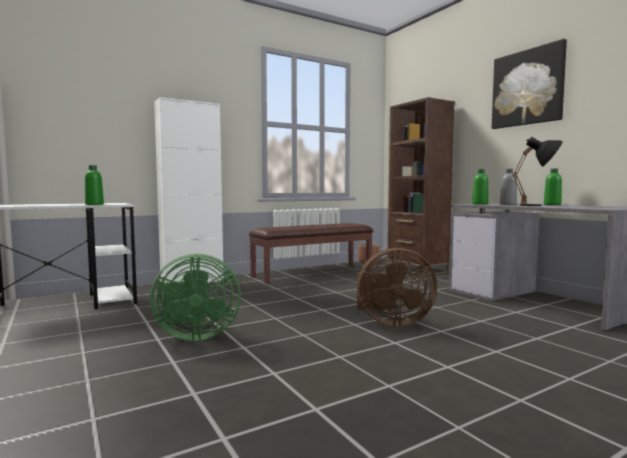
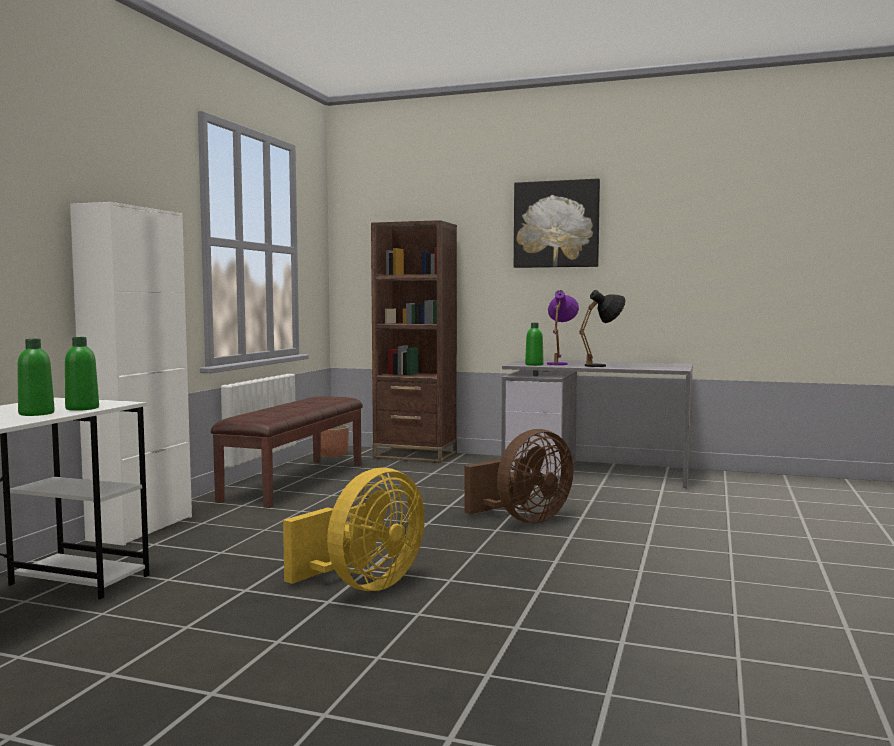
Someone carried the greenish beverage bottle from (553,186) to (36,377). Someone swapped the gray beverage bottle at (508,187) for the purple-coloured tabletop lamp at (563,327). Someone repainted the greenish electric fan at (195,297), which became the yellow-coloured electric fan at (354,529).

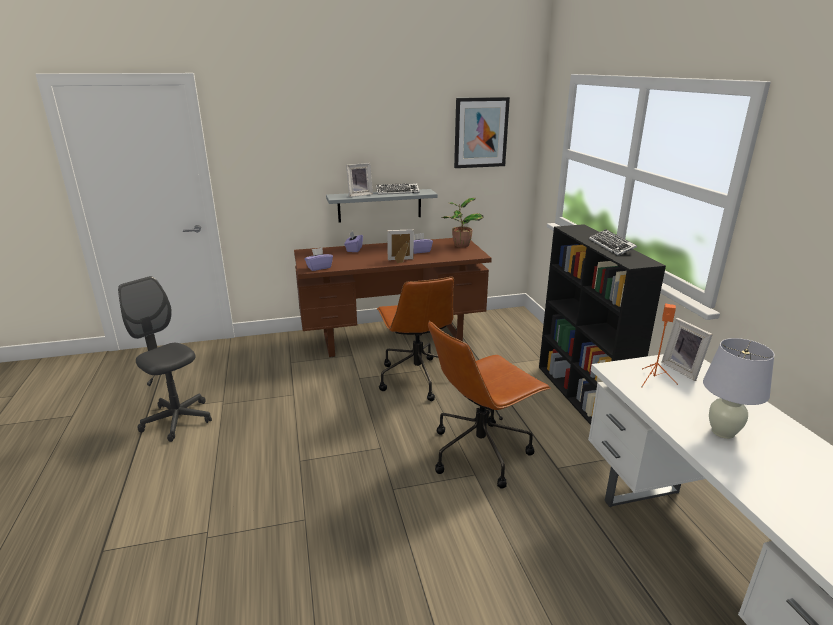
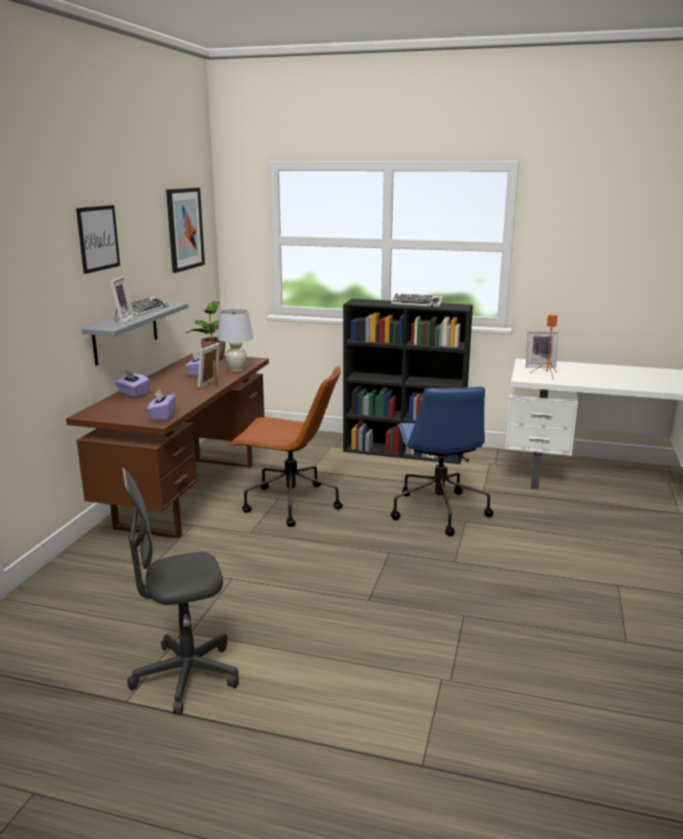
Someone put up the wall picture at (98,239). Someone carried the whitish tabletop lamp from (739,388) to (235,340). Someone repainted the brownish computer chair at (489,405), which became the blue-coloured computer chair at (442,461).

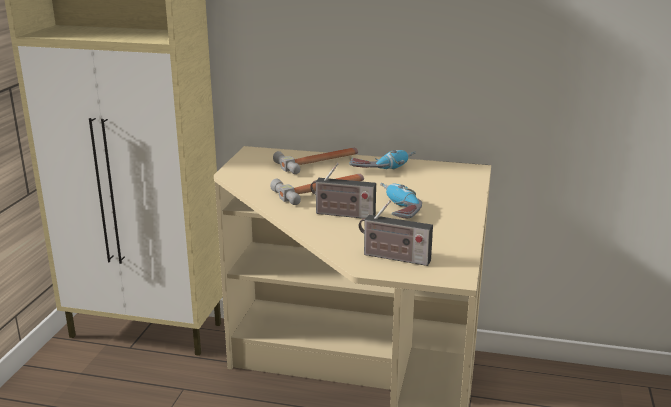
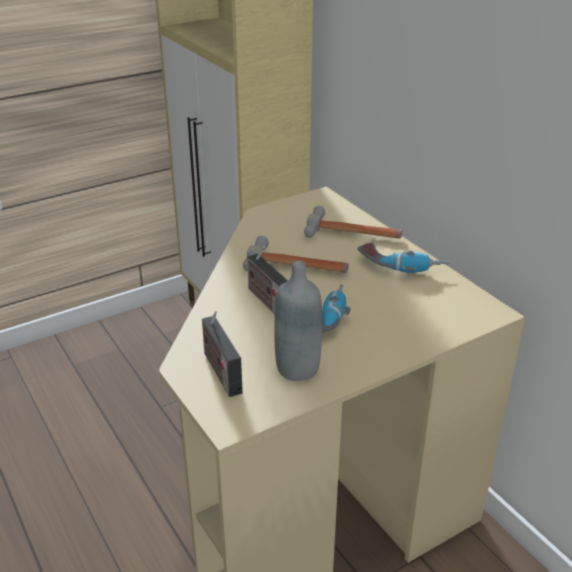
Someone put down the gray beverage bottle at (298,320).

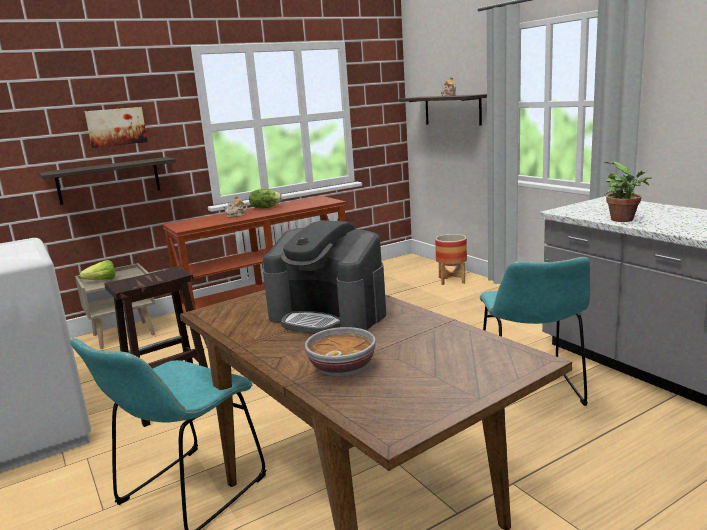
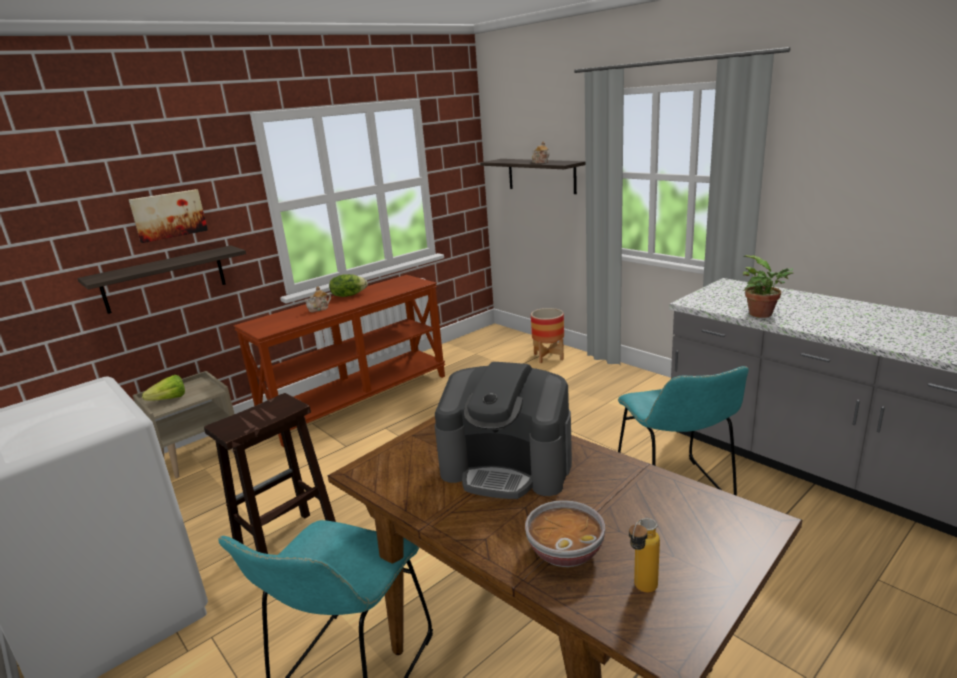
Someone put down the beverage bottle at (644,555).

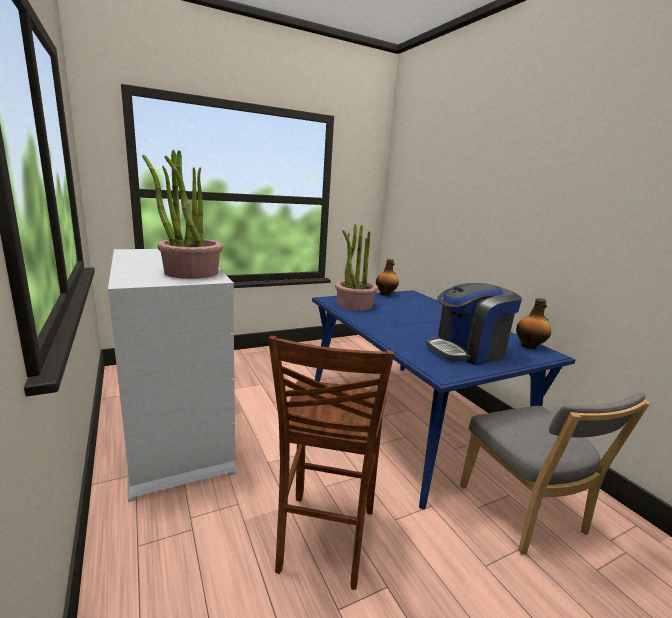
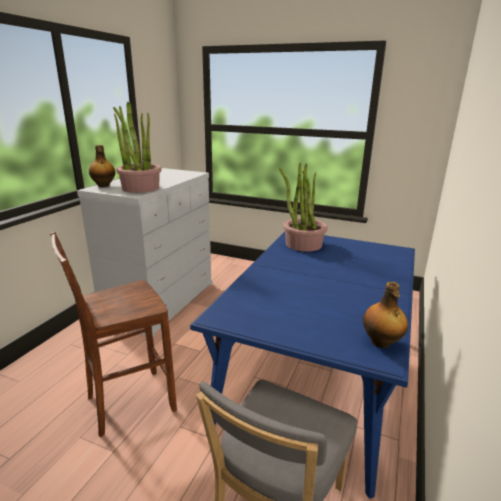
Someone took away the coffee maker at (474,324). Someone carried the beverage bottle from (387,277) to (102,166).

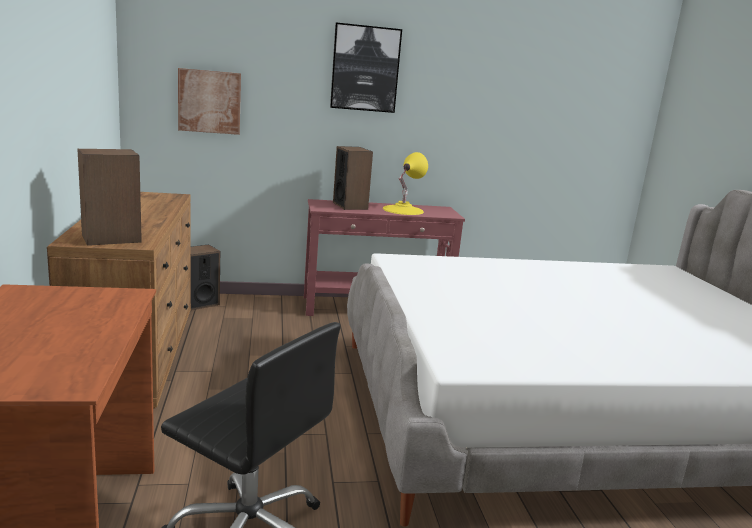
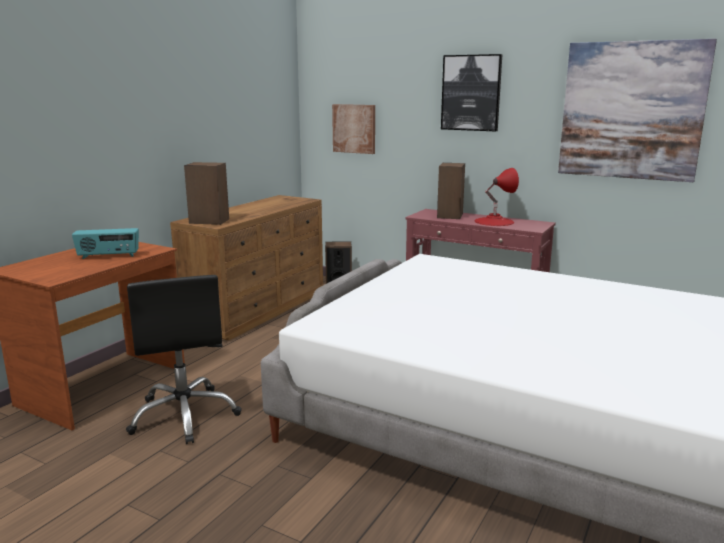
Someone put down the radio set at (105,243). Someone put up the wall picture at (637,110). Someone repainted the yellow-coloured tabletop lamp at (405,183), which became the reddish tabletop lamp at (497,197).

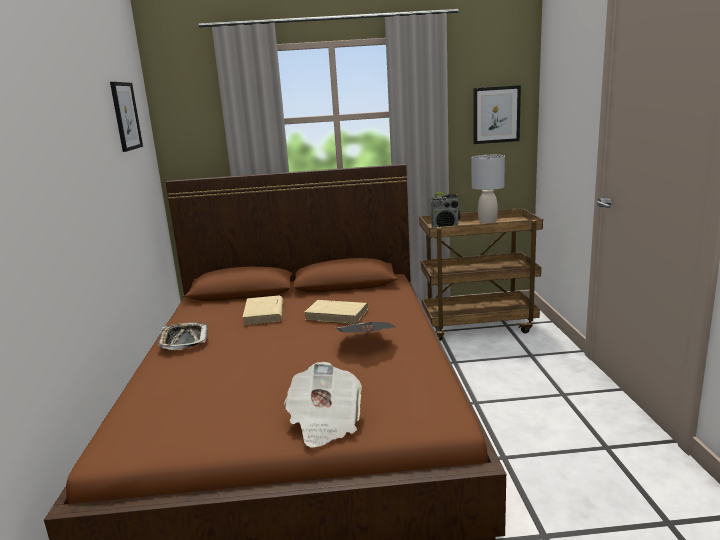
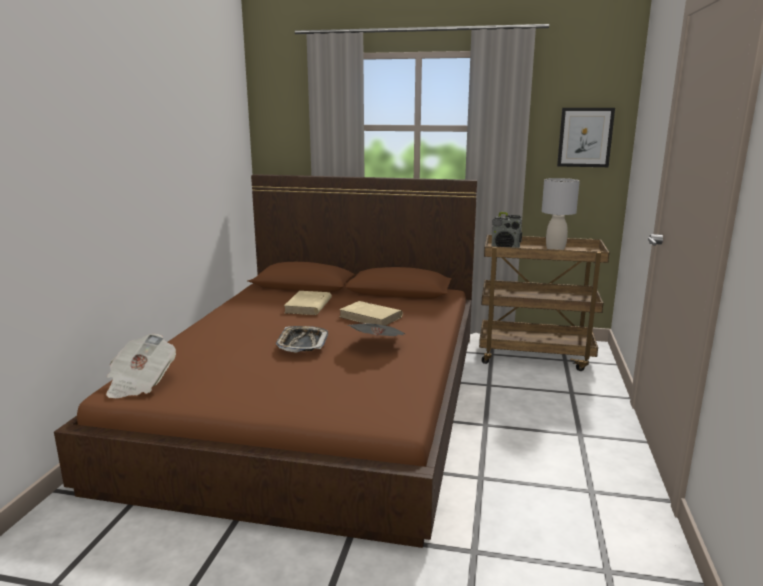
Someone took away the wall picture at (126,117). Someone carried the tray from (183,336) to (302,339). Someone carried the newspaper from (323,405) to (141,366).

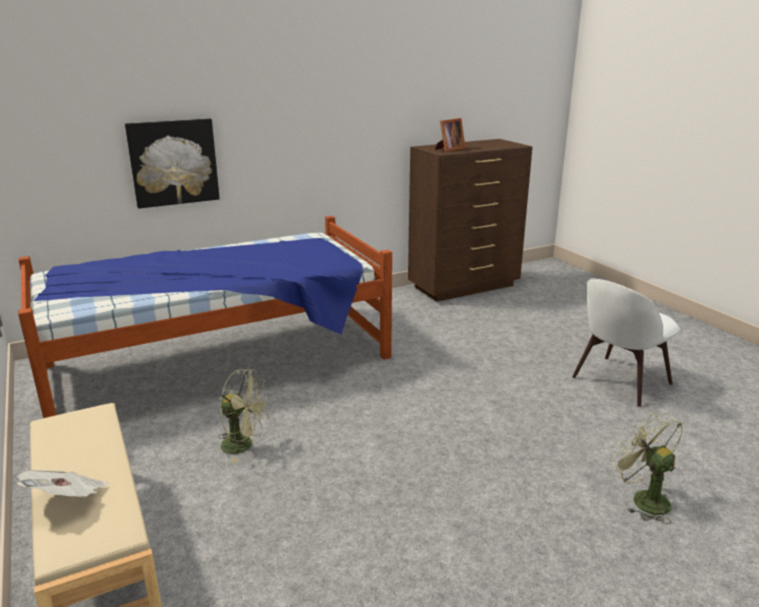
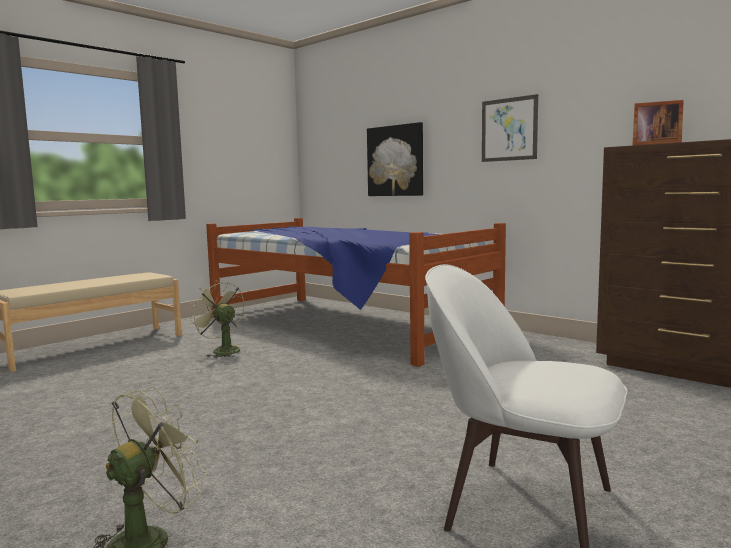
Someone took away the newspaper at (63,483). Someone put up the wall picture at (510,128). Someone rotated the greenish electric fan at (244,416) by 135 degrees clockwise.

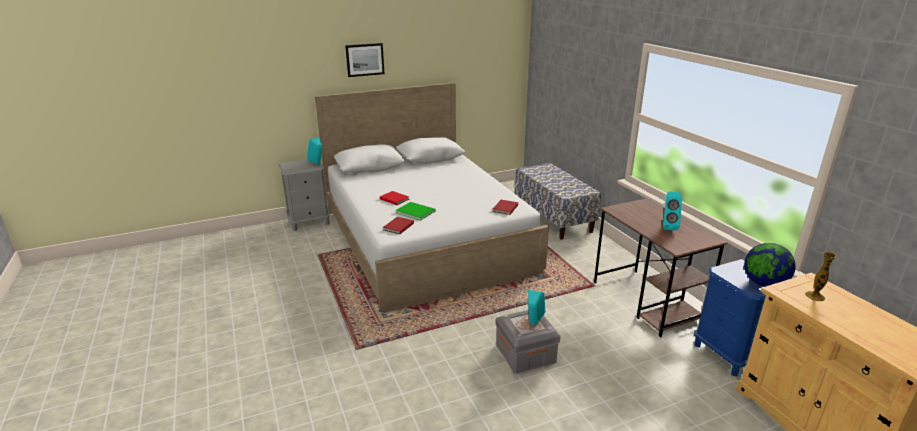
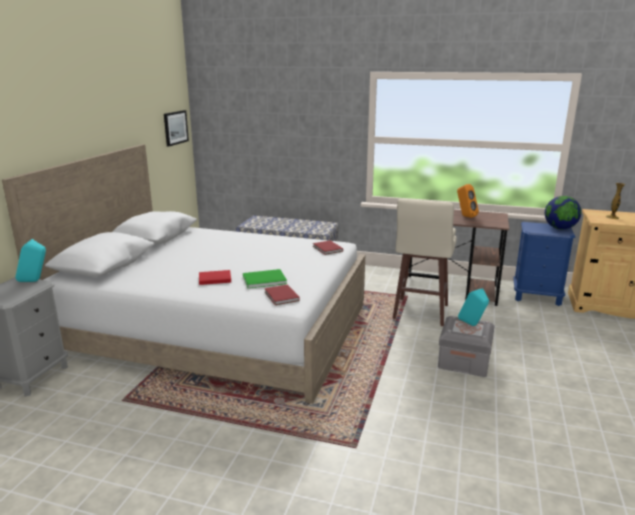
Someone put down the beige stool at (424,262). Someone carried the wall picture from (364,60) to (176,128). Someone repainted the turquoise speaker at (672,211), which became the orange-coloured speaker at (468,201).

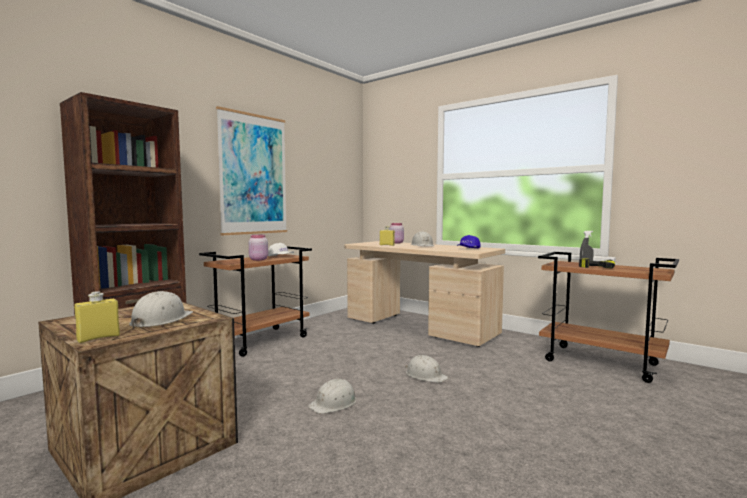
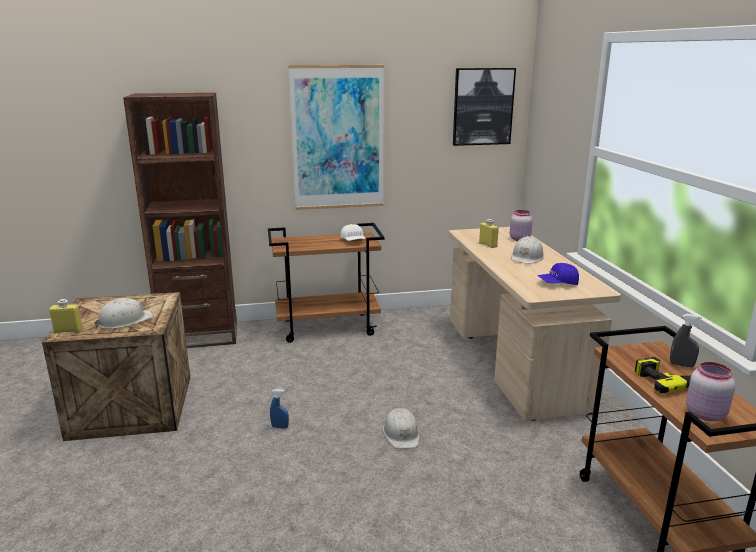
Someone put up the wall picture at (484,107). Someone carried the pinkish jar from (258,248) to (710,391). Someone swapped the whitish hard hat at (332,396) for the blue-coloured hand sprayer at (279,409).

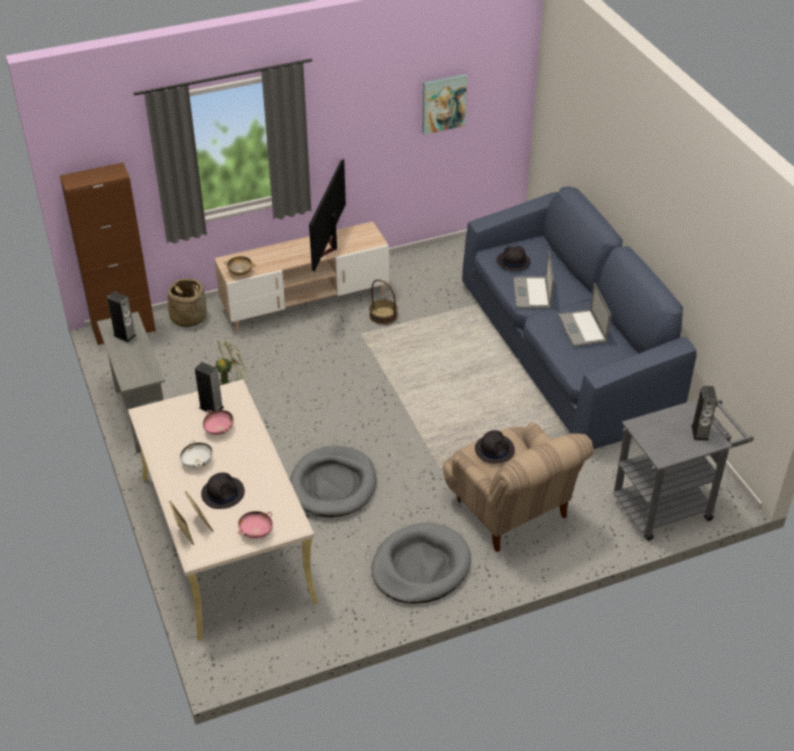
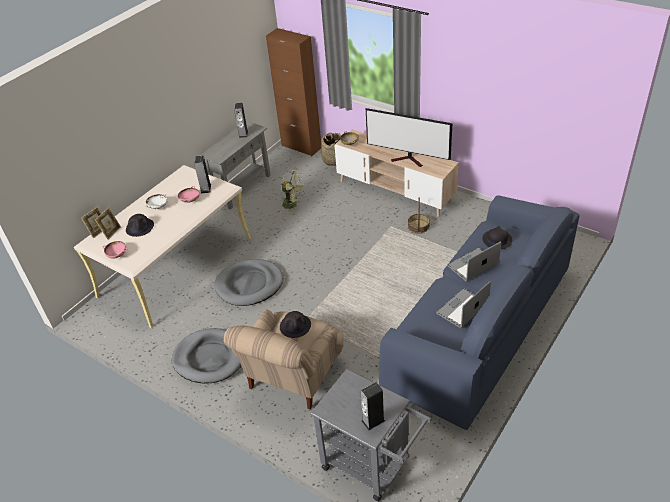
Someone took away the wall picture at (444,104). Someone rotated the television at (327,215) by 135 degrees counterclockwise.

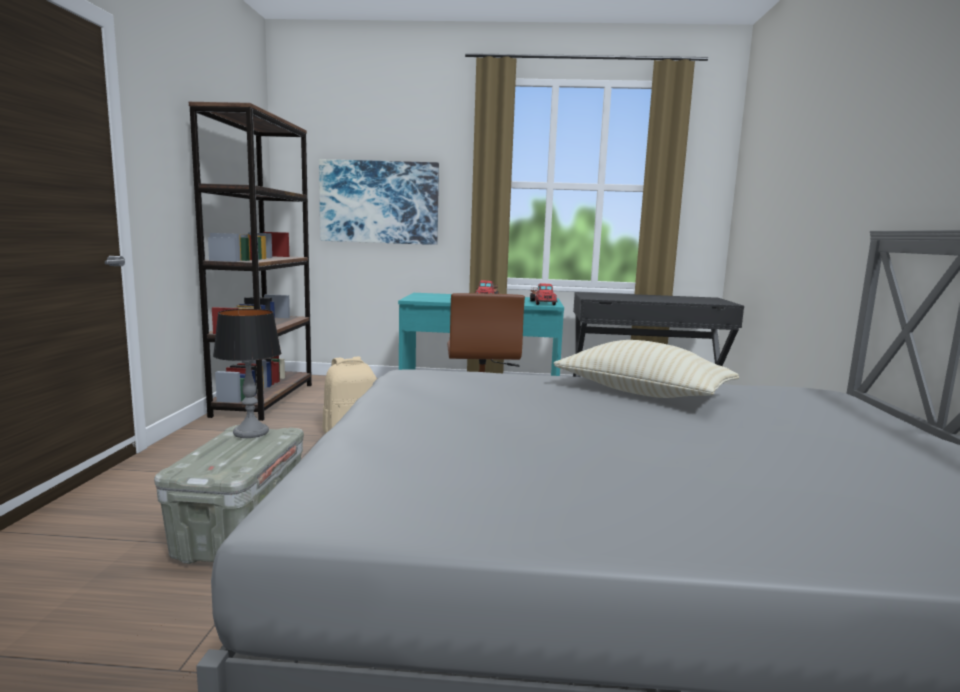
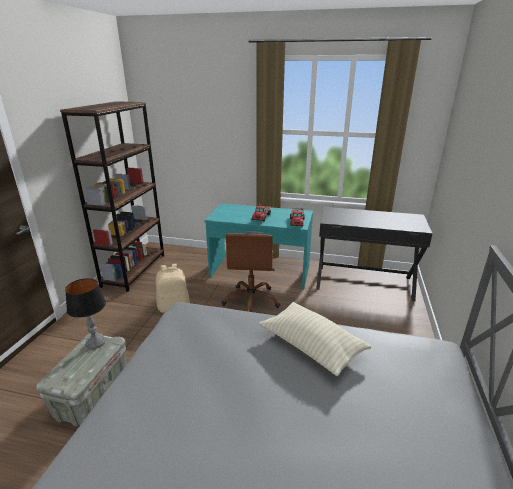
Someone took away the wall picture at (379,202).

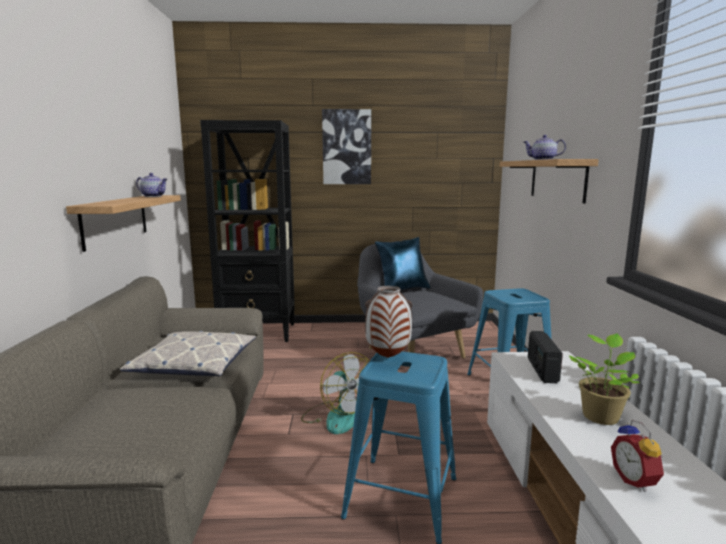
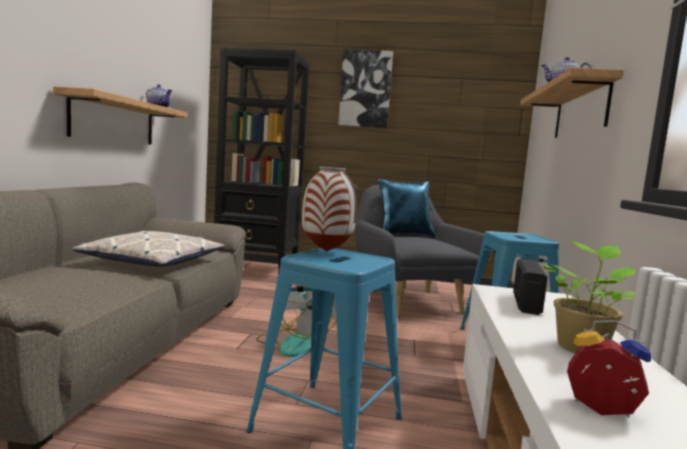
Someone rotated the alarm clock at (637,456) by 120 degrees clockwise.

